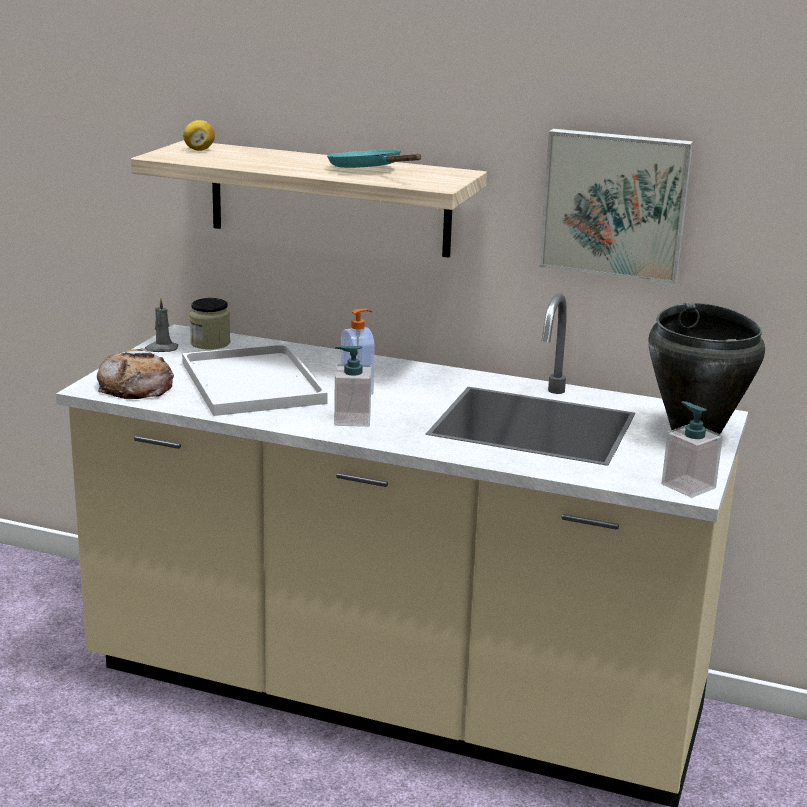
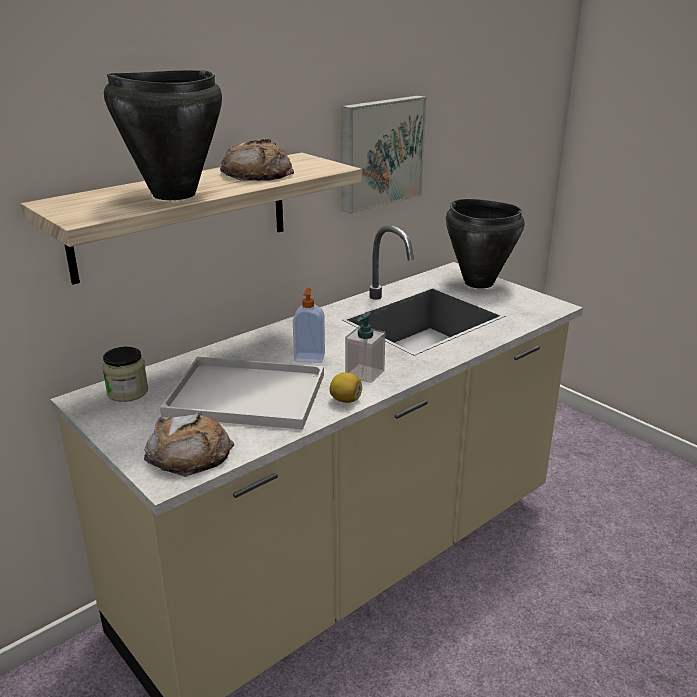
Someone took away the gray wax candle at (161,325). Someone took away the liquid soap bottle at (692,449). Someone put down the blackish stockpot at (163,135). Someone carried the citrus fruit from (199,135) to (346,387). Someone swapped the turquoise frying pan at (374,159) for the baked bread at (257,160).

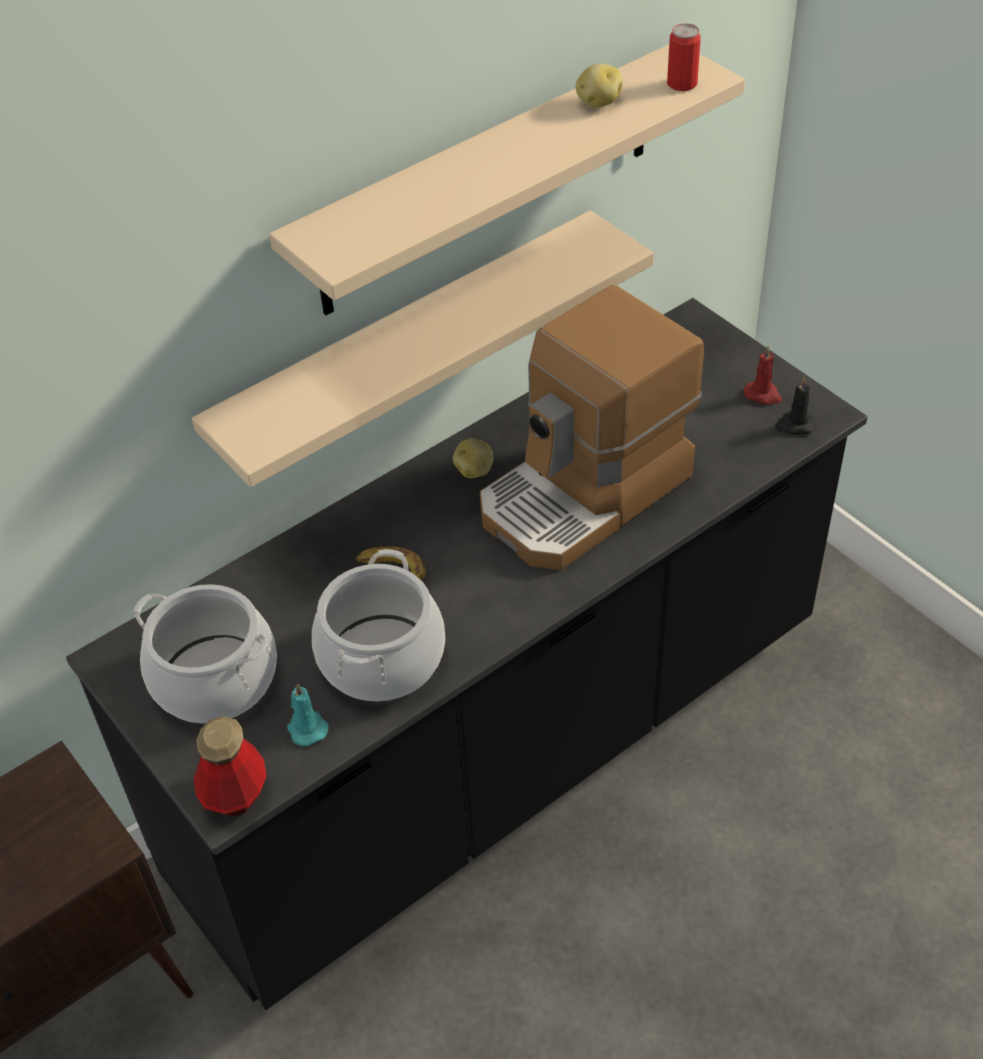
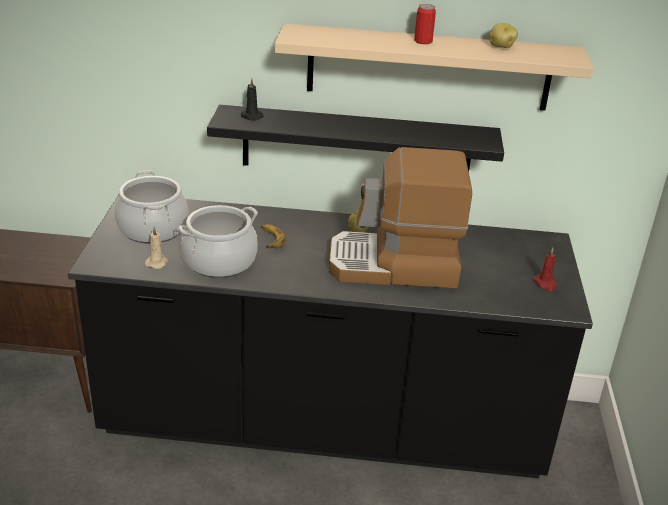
Someone took away the beverage bottle at (230,766). Someone carried the sealed can from (684,57) to (425,24). Someone carried the blackish wax candle from (795,405) to (252,99). Someone repainted the beige bracket shelf at (423,348), which became the blackish bracket shelf at (355,138). Someone repainted the turquoise wax candle at (308,714), which became the beige wax candle at (156,248).

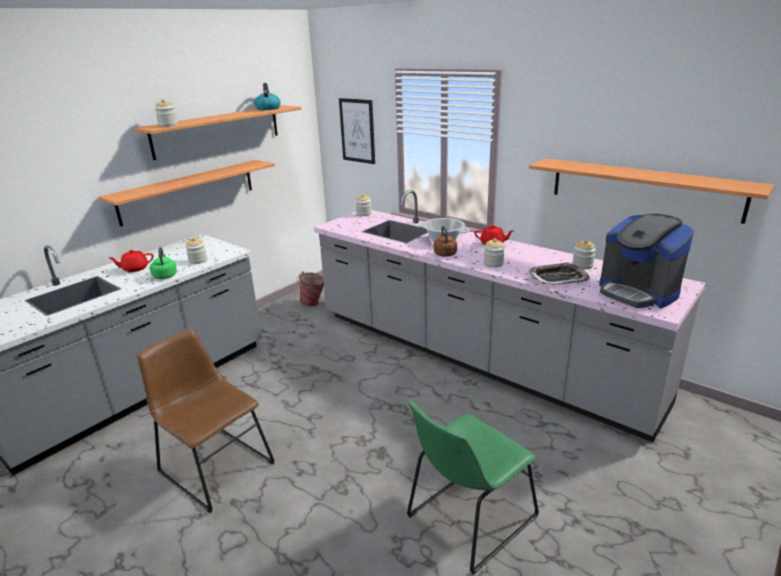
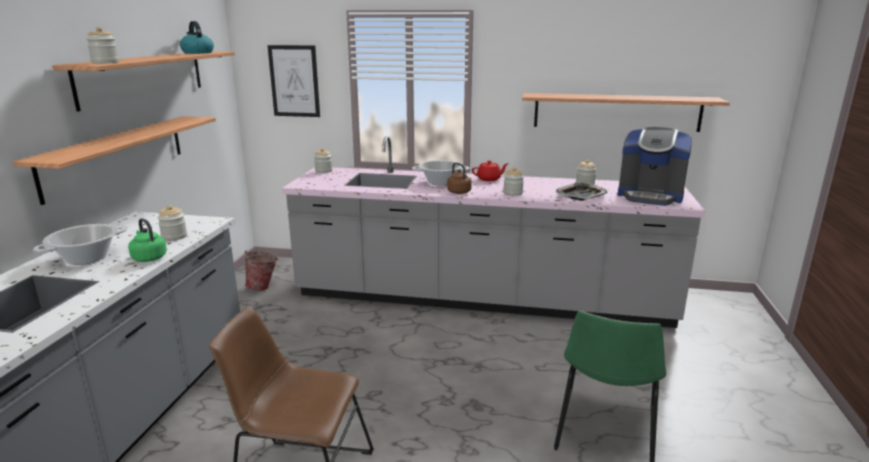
Someone swapped the reddish tea pot at (131,261) for the stockpot at (80,244).

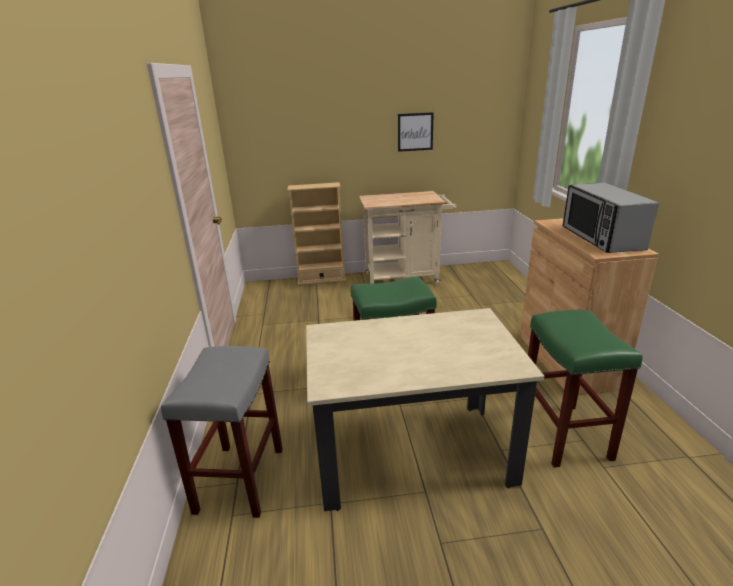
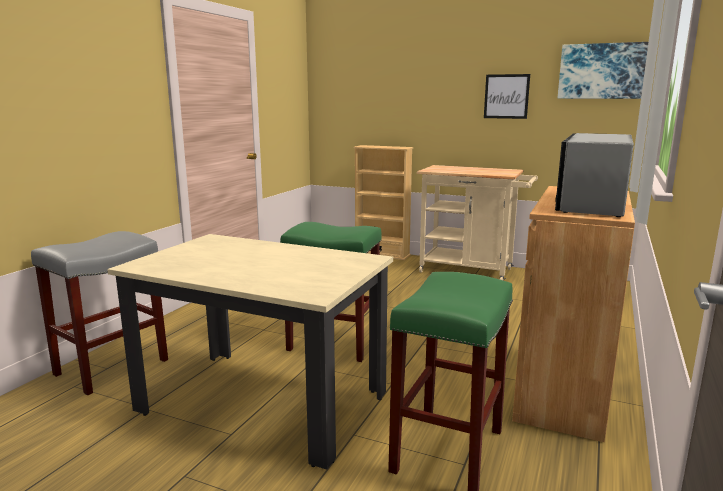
Someone put up the wall picture at (603,70).

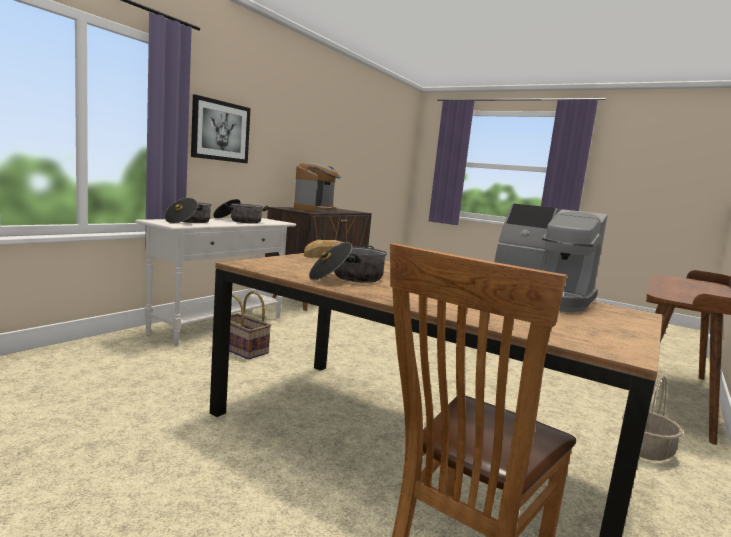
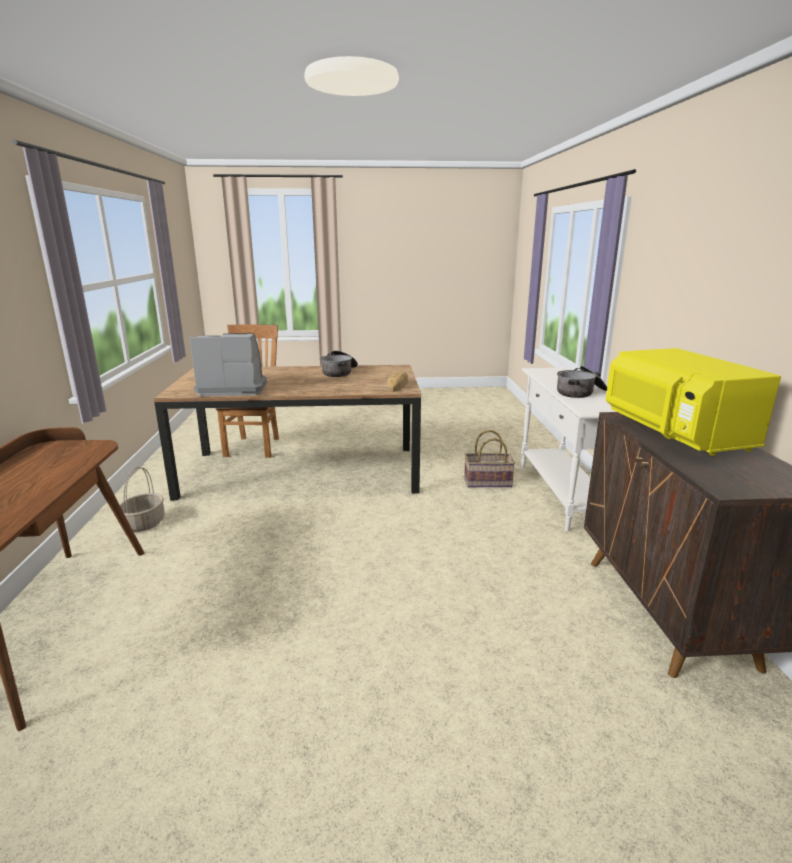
Someone took away the stockpot at (188,211). Someone took away the wall picture at (221,129). Someone swapped the coffee maker at (317,187) for the yellow-coloured kitchen microwave at (693,402).

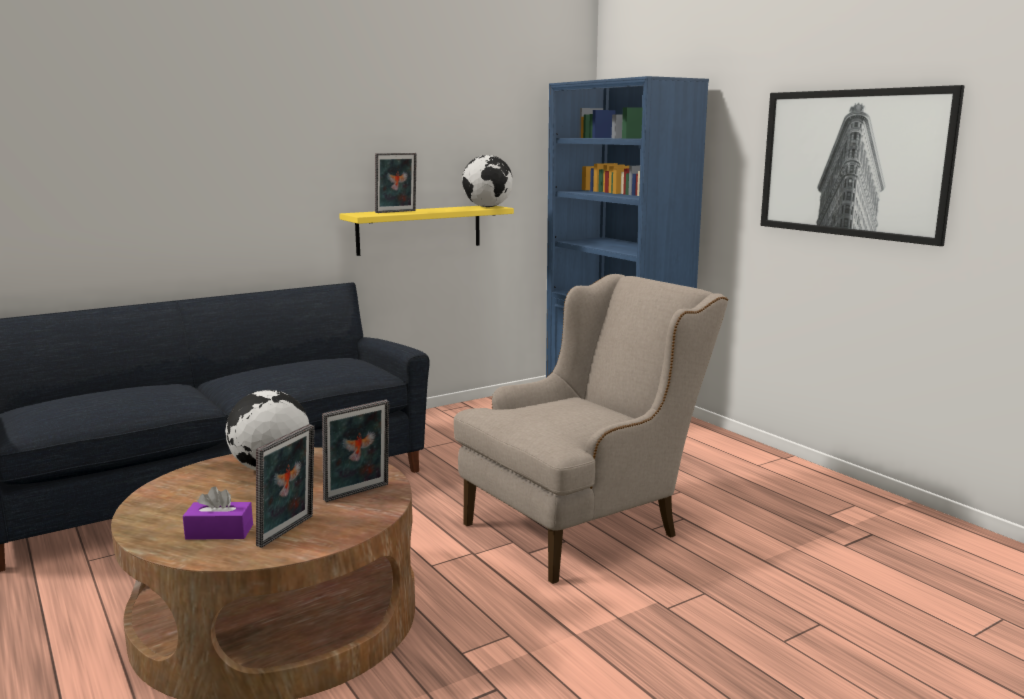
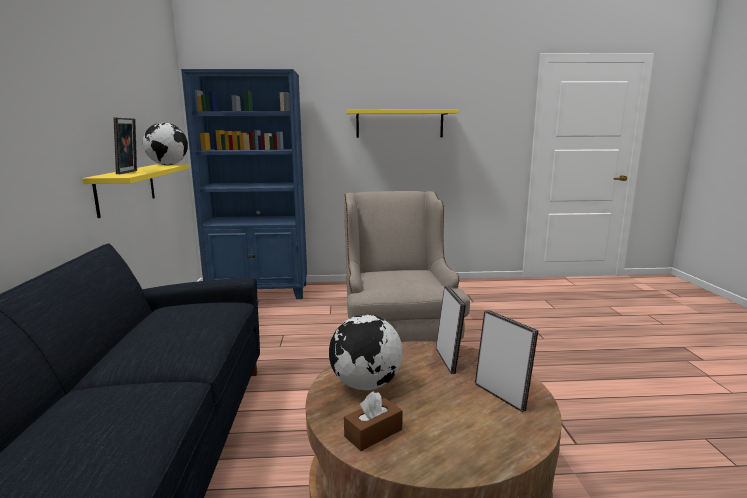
Someone took away the purple-coloured tissue holder at (218,513). Someone put down the brownish tissue holder at (373,421). Someone swapped the wall picture at (862,165) for the yellow-coloured bracket shelf at (402,123).

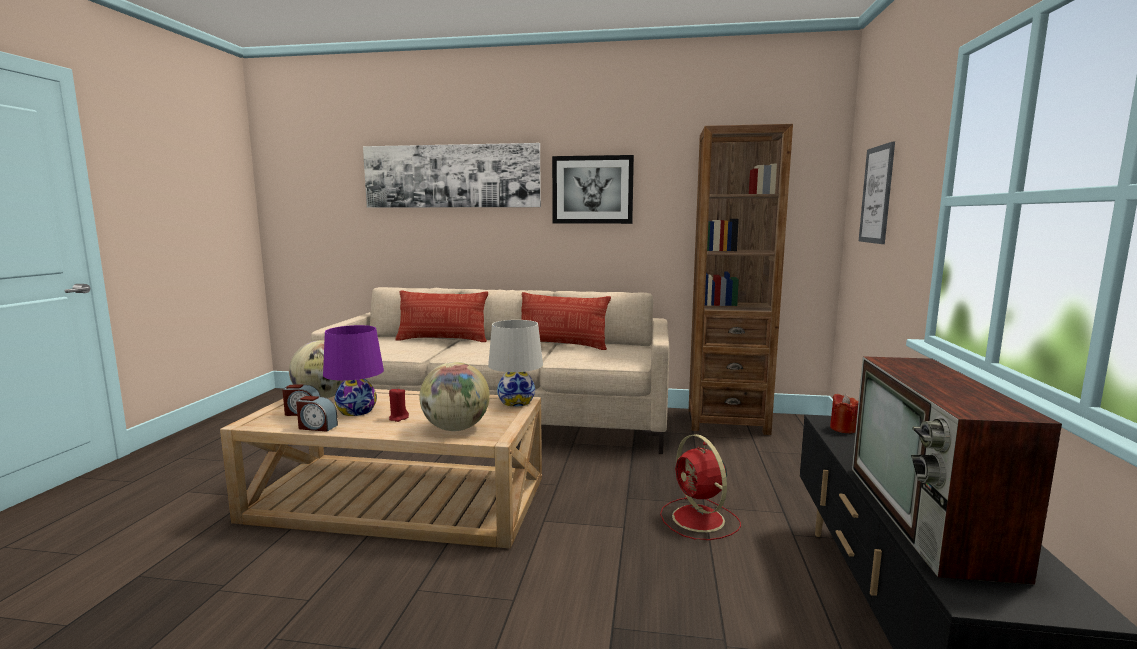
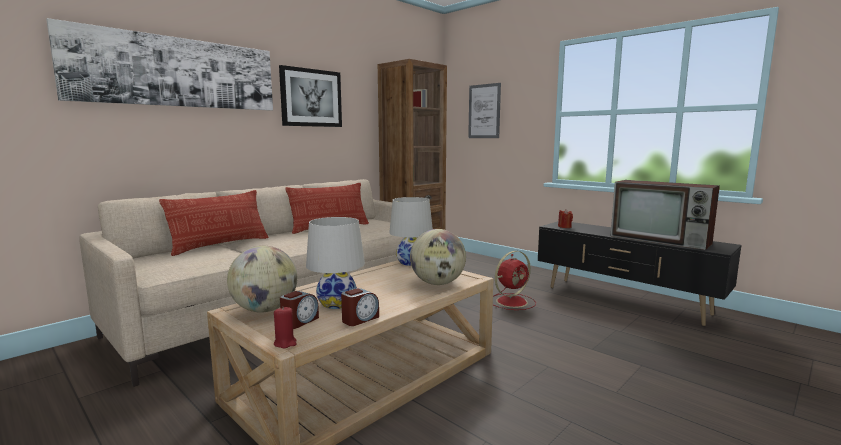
Someone carried the reddish wax candle from (399,405) to (285,327). Someone repainted the purple-coloured tabletop lamp at (353,370), which became the whitish tabletop lamp at (335,263). Someone rotated the reddish electric fan at (700,487) by 45 degrees counterclockwise.

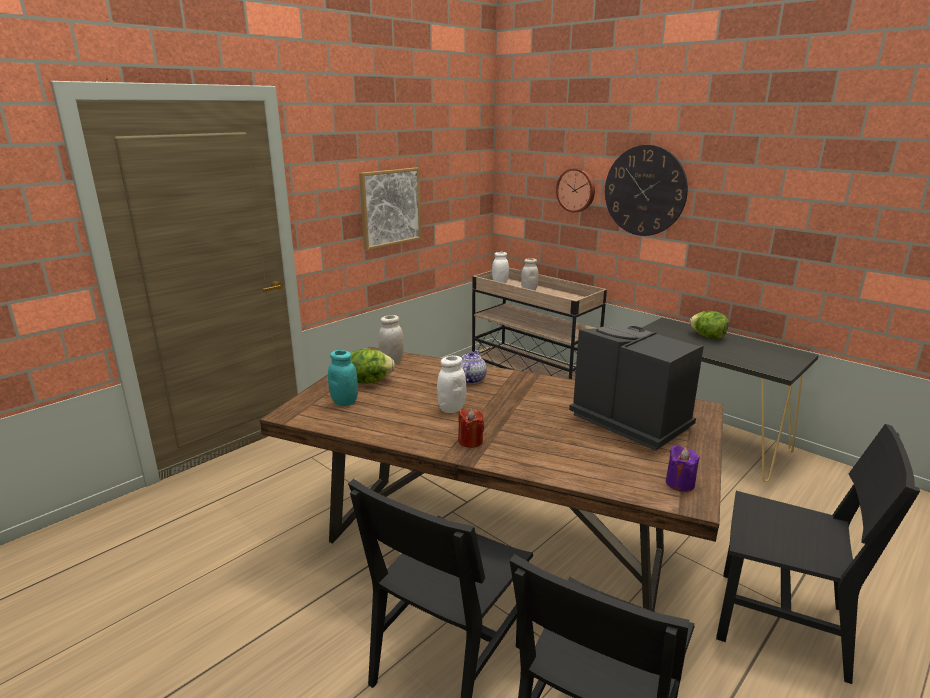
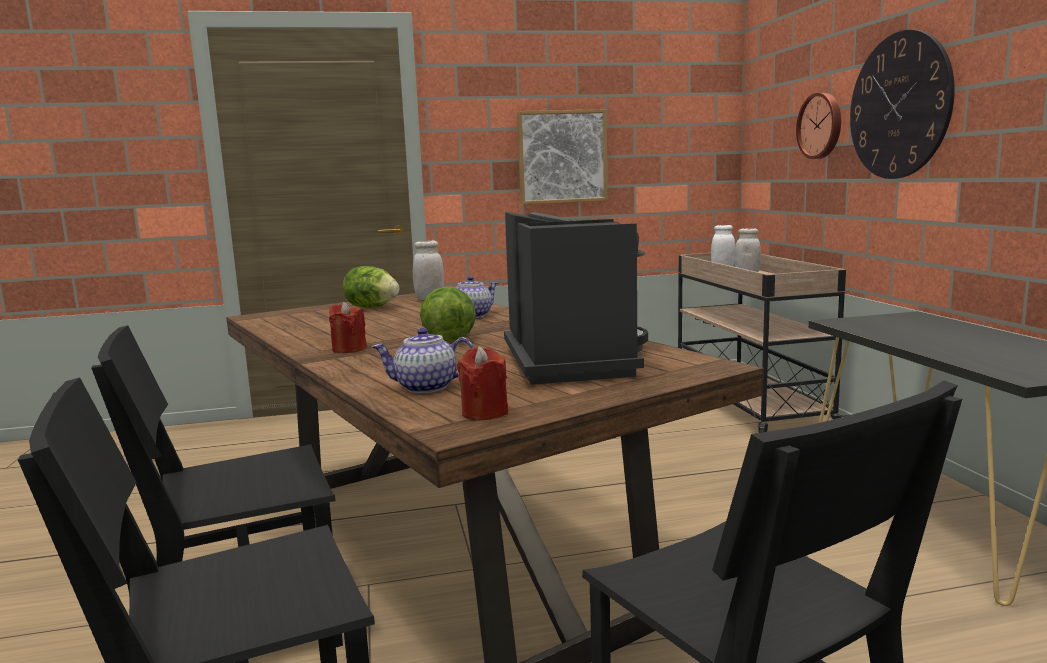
Someone took away the turquoise jar at (343,378). Someone took away the whitish jar at (451,384). Someone put down the tea pot at (423,360). Someone carried the head of lettuce from (709,325) to (448,314). Someone repainted the purple-coloured wax candle at (683,468), which became the reddish wax candle at (482,383).

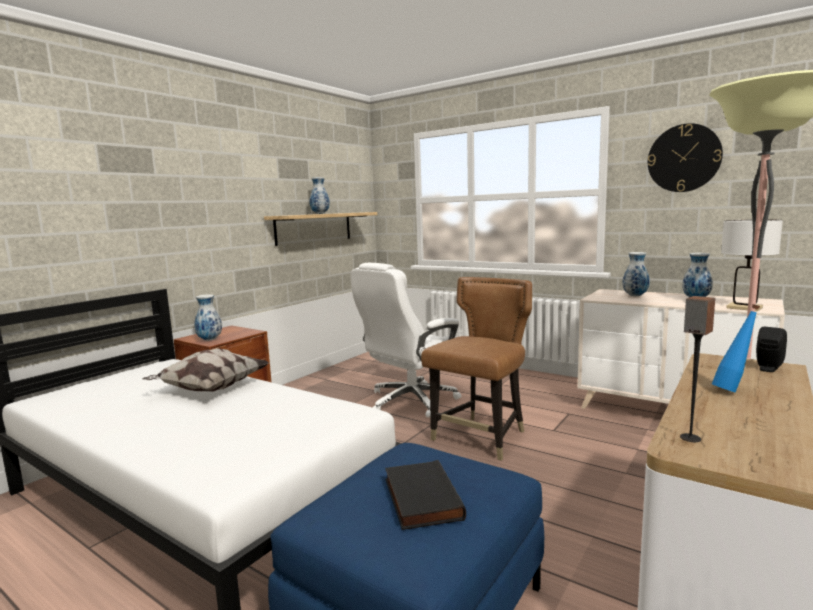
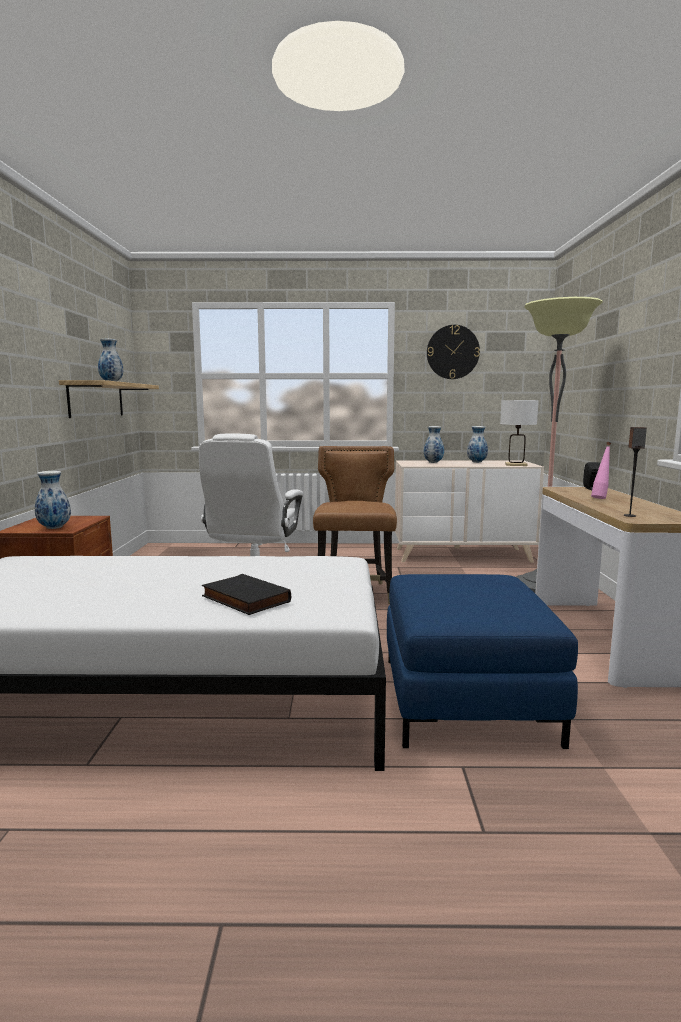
Someone took away the throw pillow at (205,370). Someone carried the blackish bound book from (425,495) to (246,594). Someone repainted the blue-coloured beverage bottle at (736,348), which became the pinkish beverage bottle at (601,470).

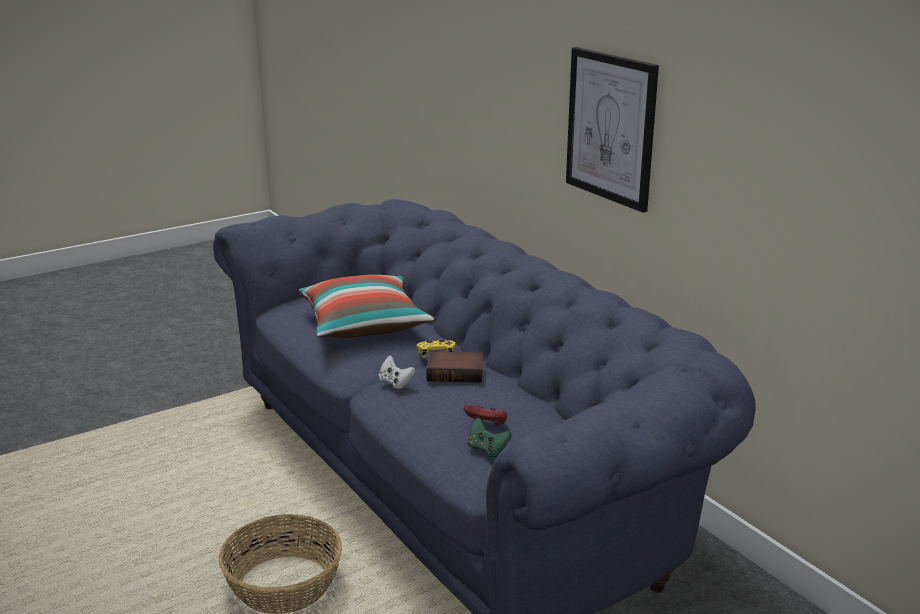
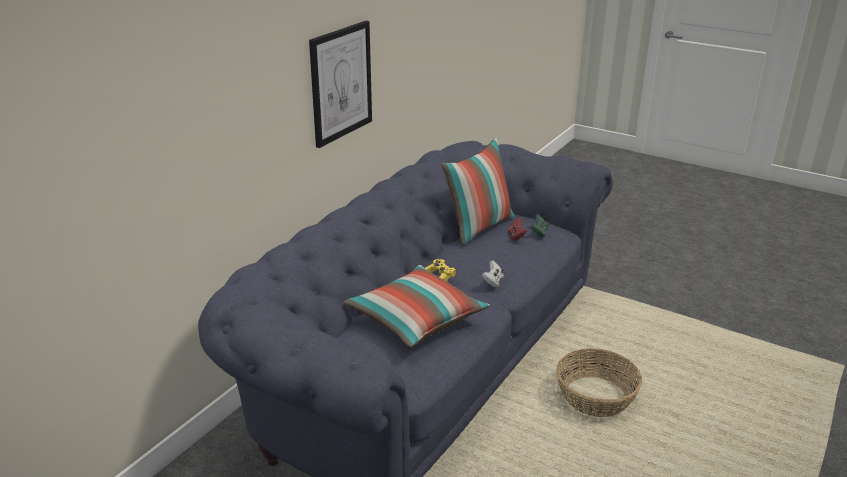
Someone took away the bound book at (454,367). Someone put down the throw pillow at (477,191).

